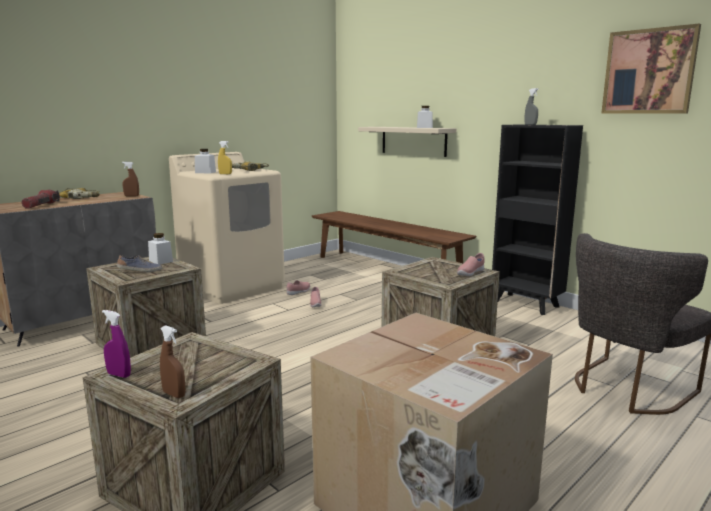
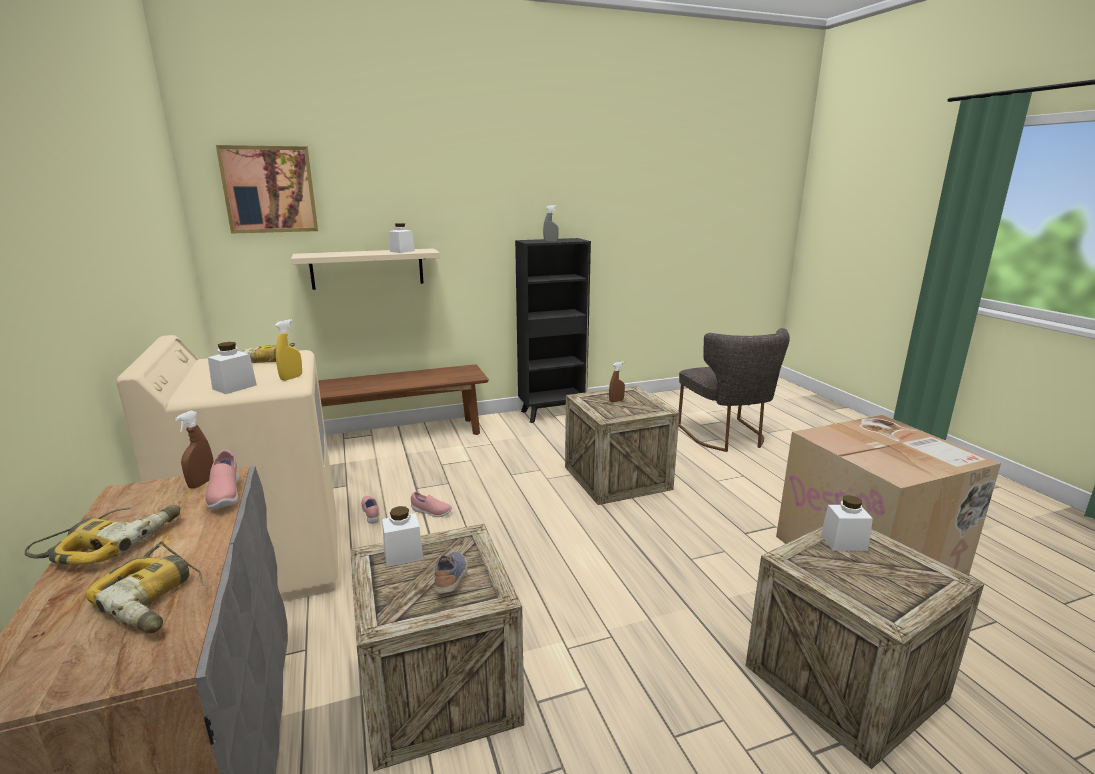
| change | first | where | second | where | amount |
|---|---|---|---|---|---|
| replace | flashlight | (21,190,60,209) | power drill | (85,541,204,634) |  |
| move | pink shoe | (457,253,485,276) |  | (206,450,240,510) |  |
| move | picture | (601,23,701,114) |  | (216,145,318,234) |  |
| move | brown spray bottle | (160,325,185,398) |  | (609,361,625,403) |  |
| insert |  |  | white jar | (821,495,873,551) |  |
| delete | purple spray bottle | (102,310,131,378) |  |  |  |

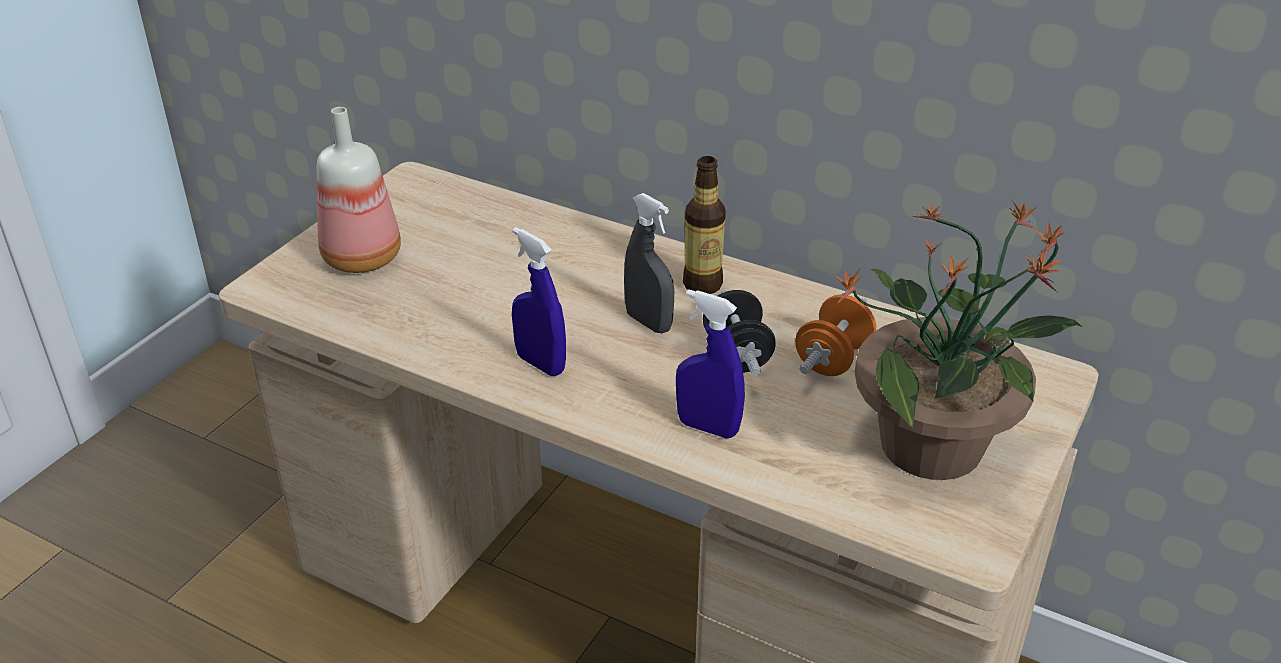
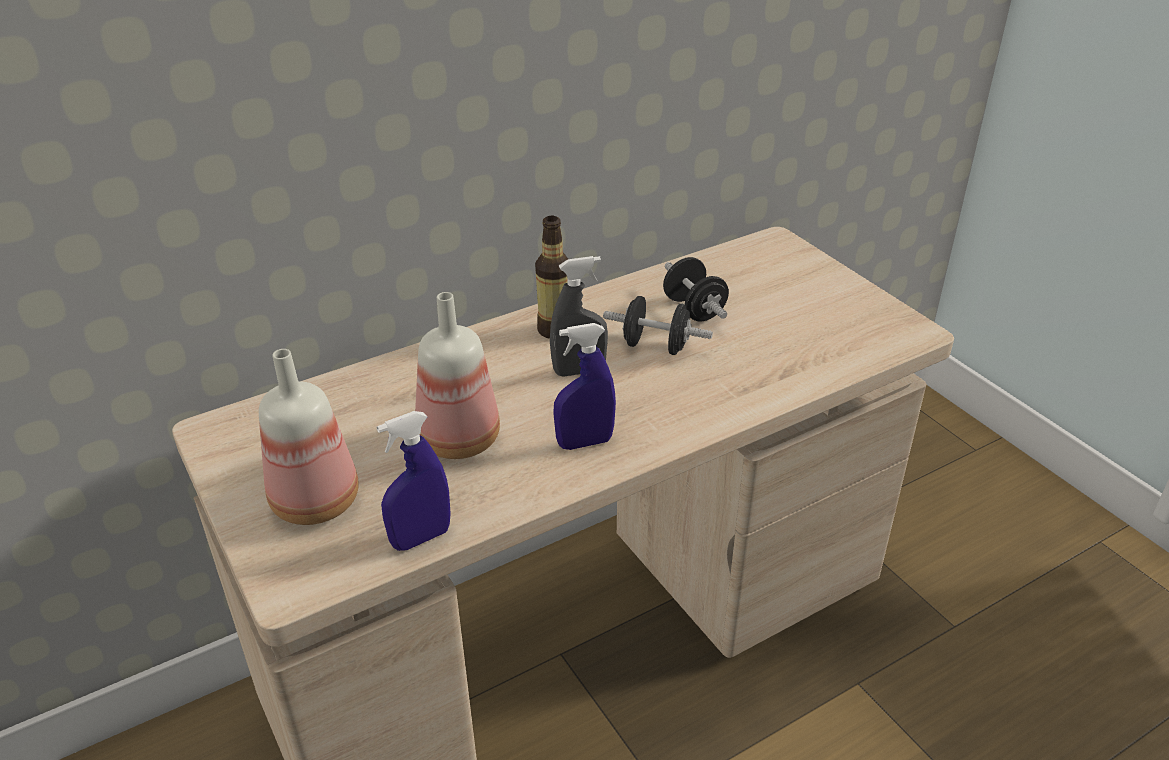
| change | first | where | second | where | amount |
|---|---|---|---|---|---|
| move | blue spray bottle | (676,289,745,438) |  | (377,411,451,551) |  |
| insert |  |  | bottle | (415,292,500,459) |  |
| recolor | orange dumbbell | (795,294,876,376) | black dumbbell | (663,257,729,321) |  |
| delete | potted plant | (835,201,1082,480) |  |  |  |

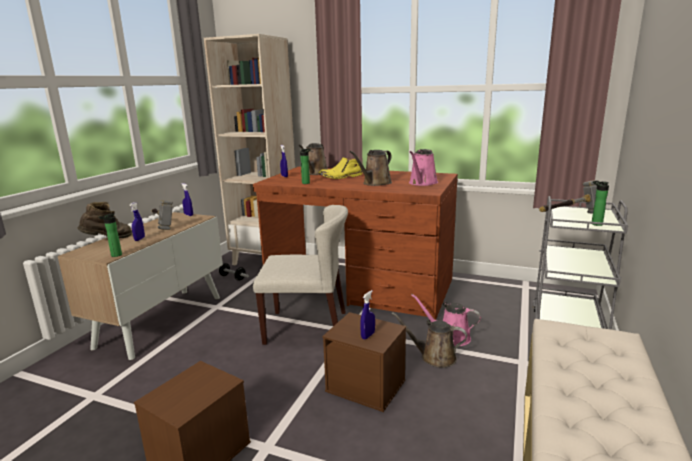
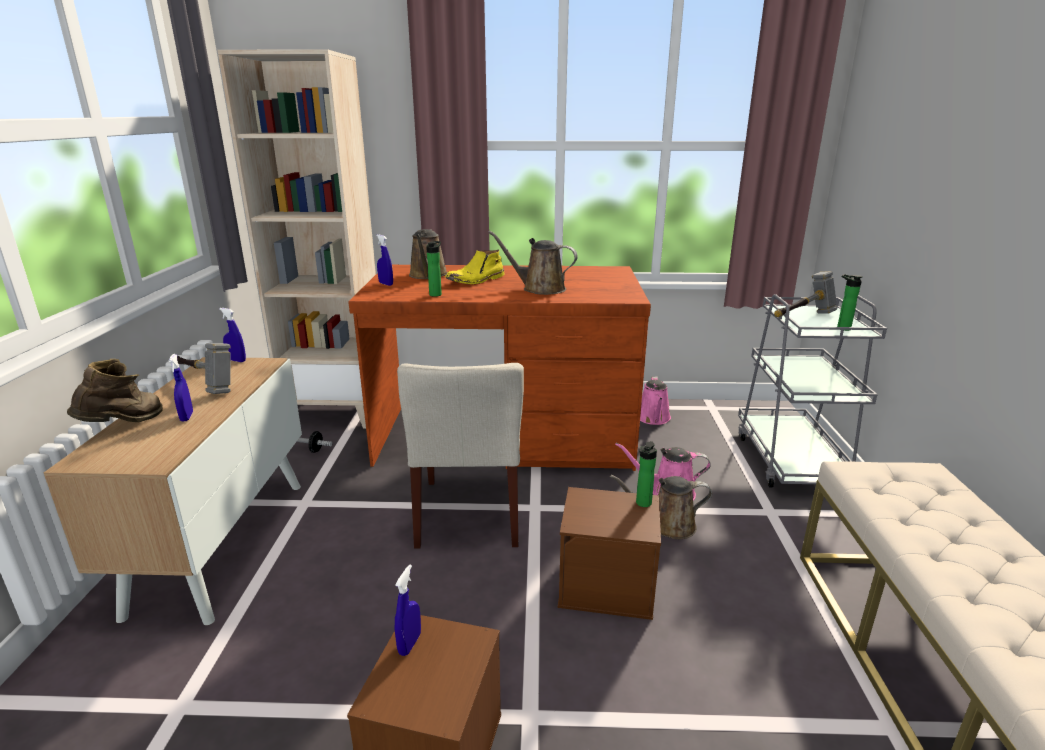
| change | first | where | second | where | amount |
|---|---|---|---|---|---|
| move | blue spray bottle | (360,290,375,340) |  | (395,564,421,656) |  |
| rotate | beige chair | (253,205,348,345) |  | (397,363,524,548) | 105 degrees clockwise |
| rotate | brown watering can | (350,150,392,186) |  | (488,231,578,295) | 90 degrees clockwise |
| move | bottle | (99,213,122,257) |  | (636,441,657,507) |  |
| move | pink watering can | (409,149,438,186) |  | (640,377,671,425) |  |

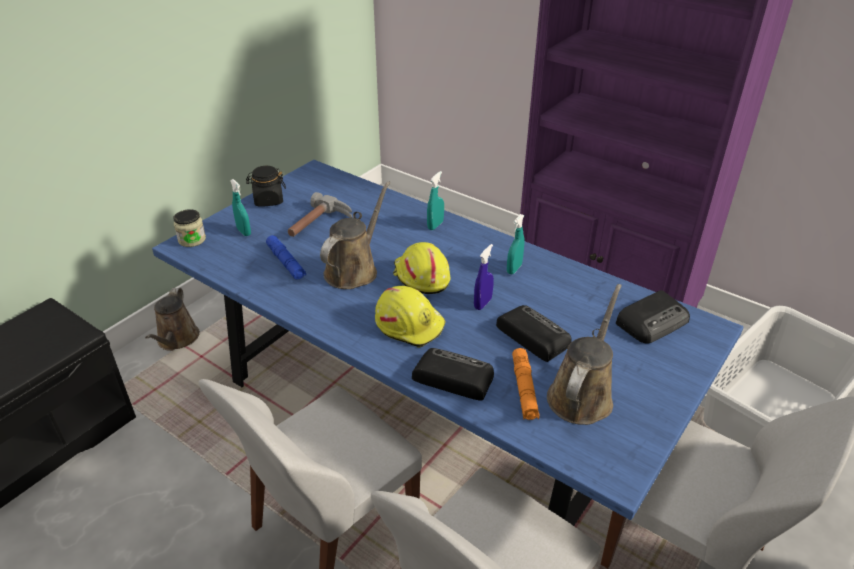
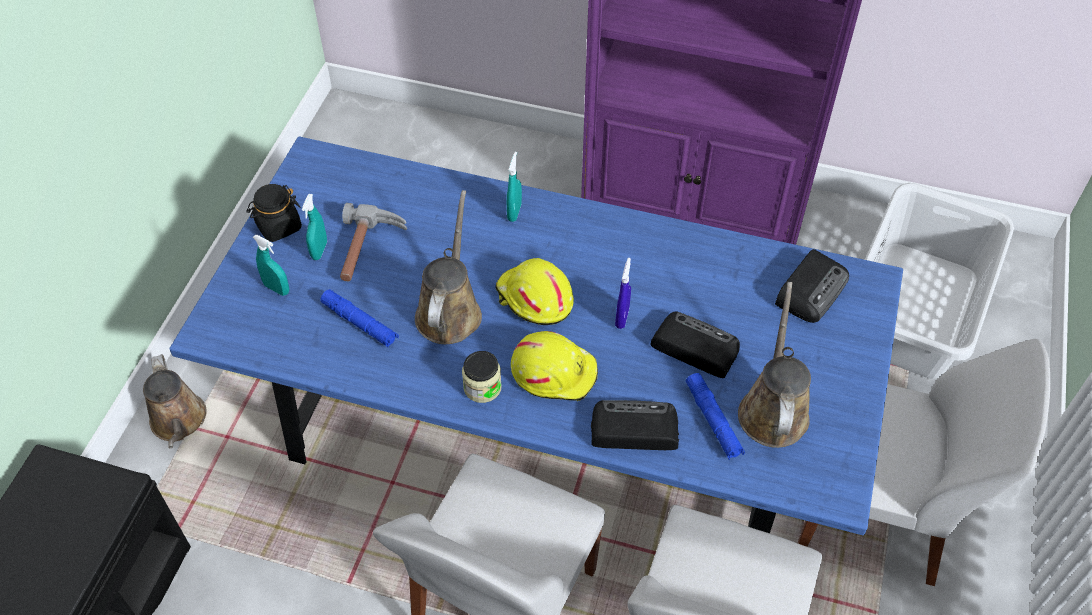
| change | first | where | second | where | amount |
|---|---|---|---|---|---|
| move | turquoise spray bottle | (507,214,524,274) |  | (302,194,327,260) |  |
| move | jar | (173,209,206,247) |  | (462,351,502,403) |  |
| recolor | orange flashlight | (512,348,540,420) | blue flashlight | (686,373,745,460) |  |

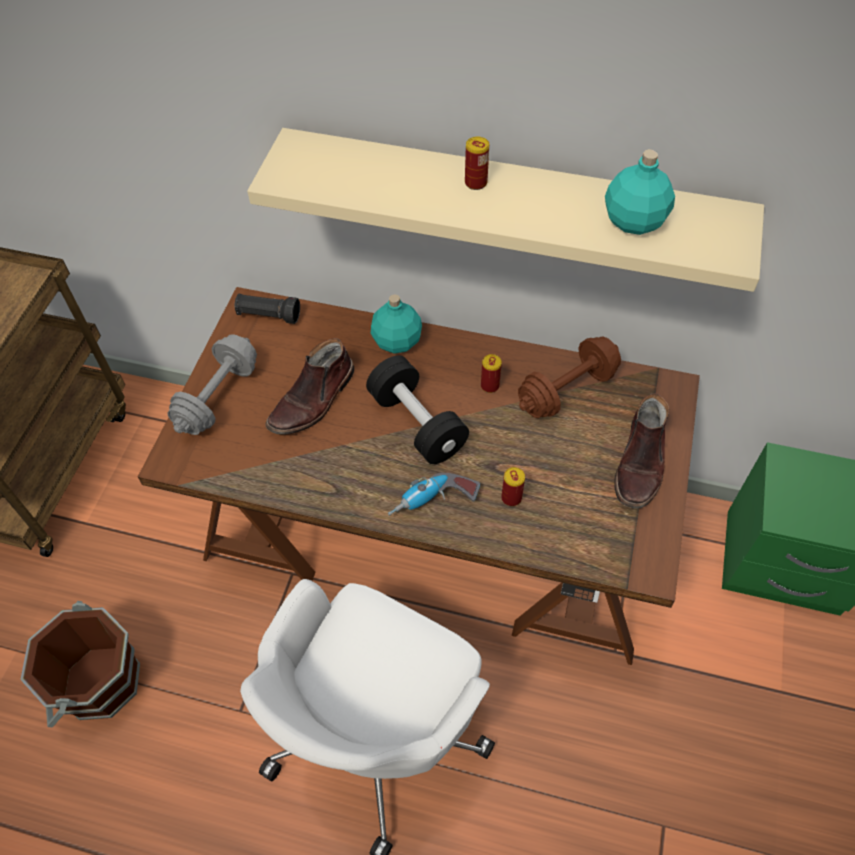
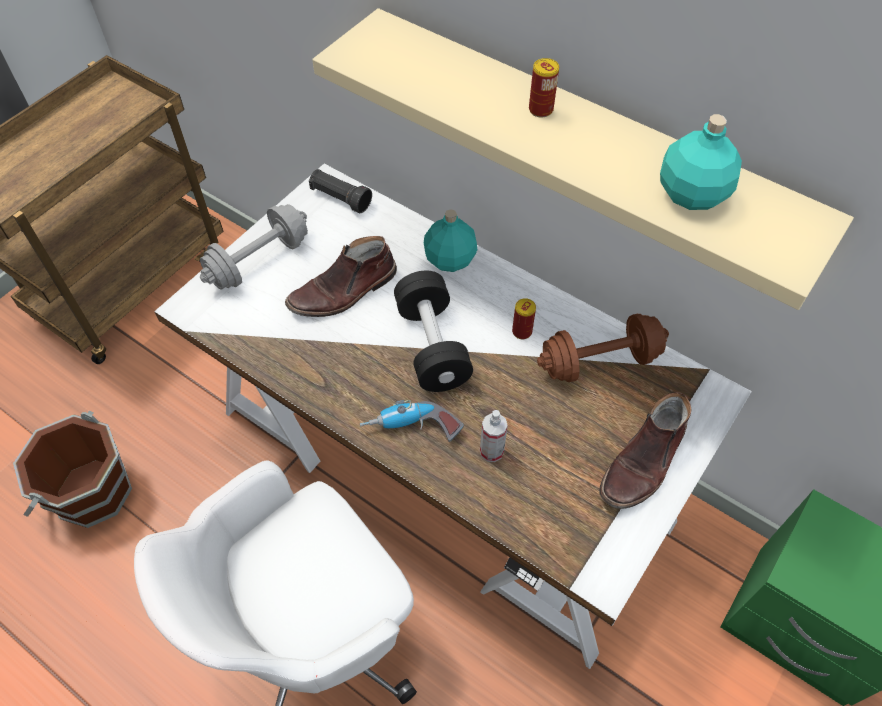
| change | first | where | second | where | amount |
|---|---|---|---|---|---|
| recolor | brown desk | (138,287,700,665) | white desk | (154,164,752,669) |  |
| replace | can | (501,467,525,506) | spray bottle | (480,410,508,462) |  |

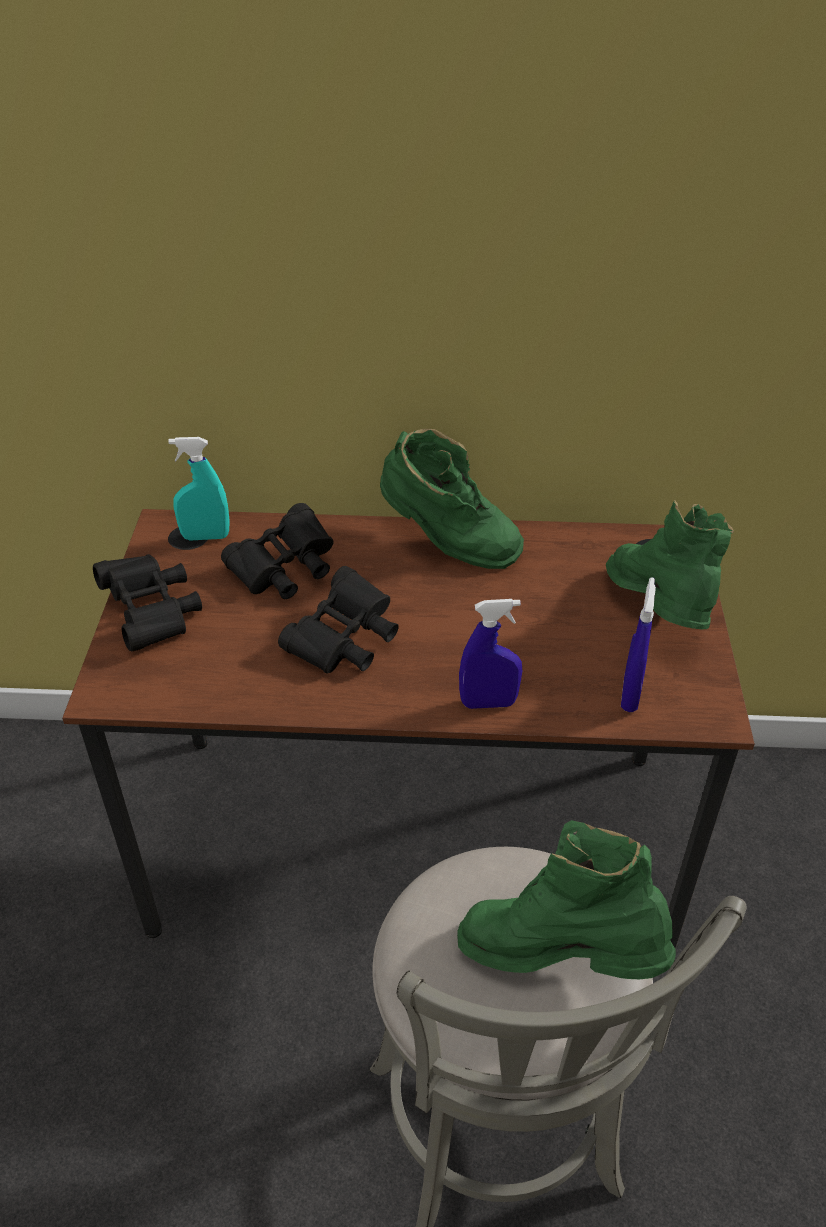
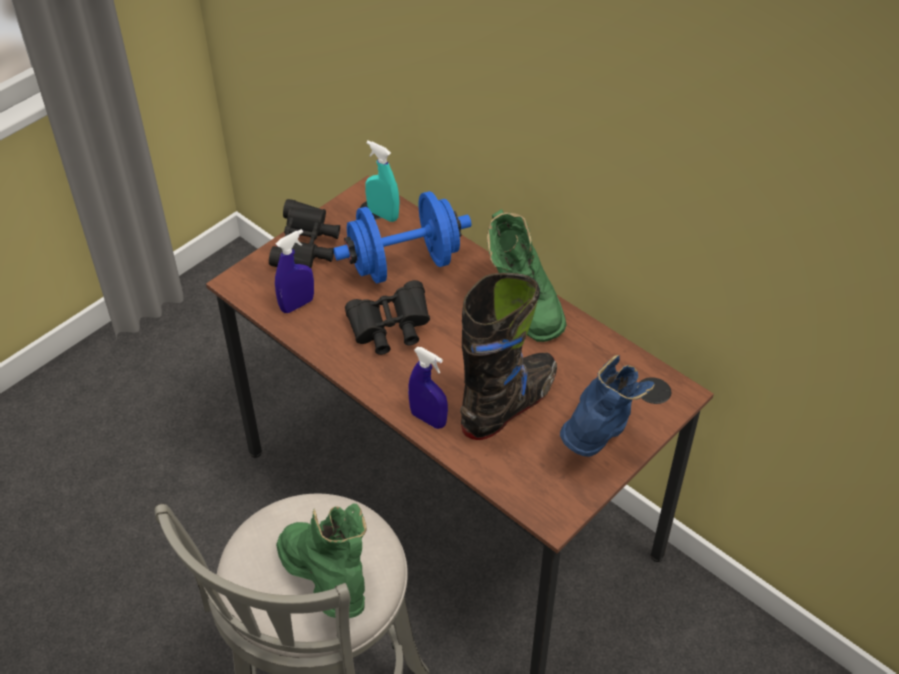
| change | first | where | second | where | amount |
|---|---|---|---|---|---|
| move | blue spray bottle | (621,577,656,712) |  | (275,229,314,313) |  |
| replace | black binoculars | (221,503,333,599) | blue dumbbell | (333,191,471,283) |  |
| insert |  |  | black boot | (460,273,557,440) |  |
| recolor | green boot | (606,501,734,629) | blue boot | (560,355,655,457) |  |

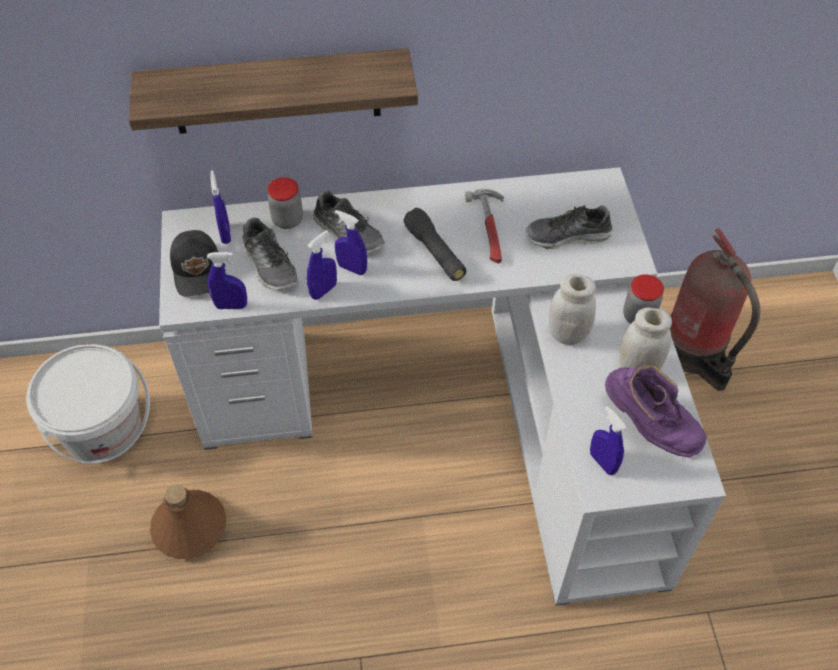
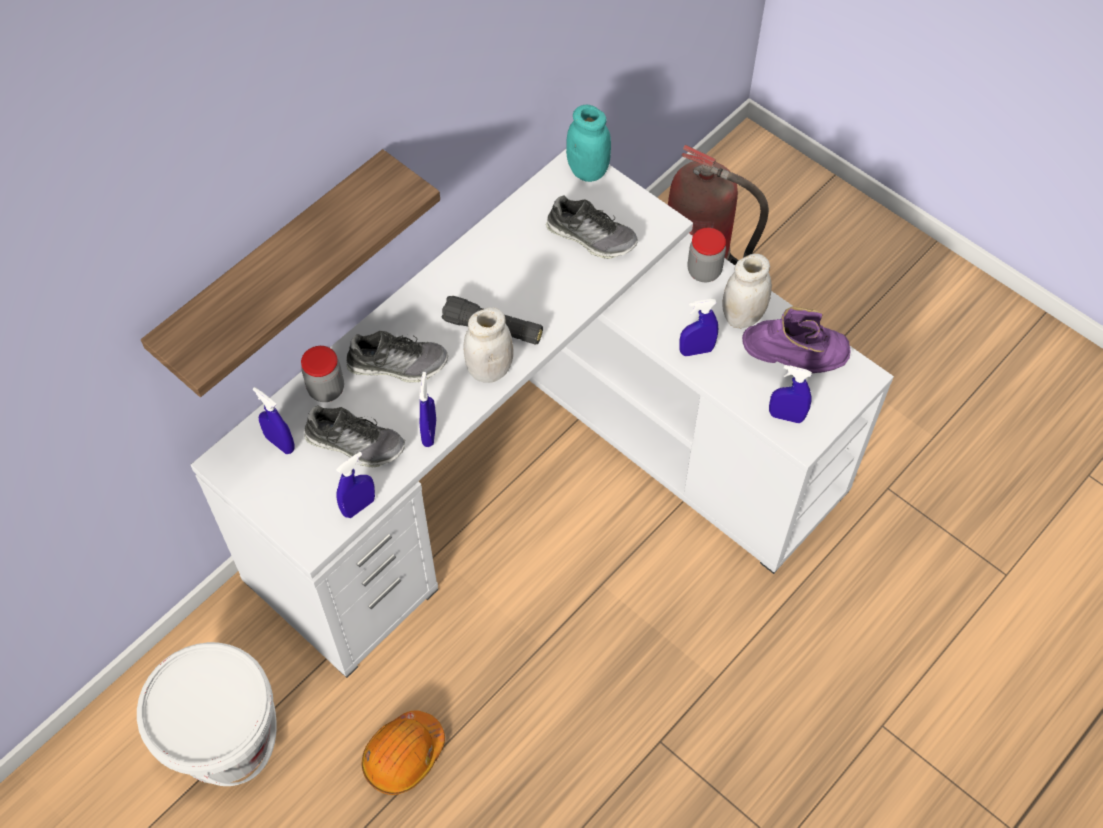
| change | first | where | second | where | amount |
|---|---|---|---|---|---|
| replace | brown bottle | (150,484,226,559) | orange hard hat | (362,711,445,795) |  |
| move | white jar | (549,274,596,345) |  | (464,307,513,383) |  |
| rotate | shoe | (526,205,613,249) |  | (546,195,638,259) | 105 degrees counterclockwise |
| insert |  |  | turquoise jar | (566,105,611,182) |  |
| move | blue spray bottle | (335,210,367,275) |  | (679,299,718,356) |  |
| delete | black cap | (170,230,218,297) |  |  |  |
| delete | hammer | (465,189,504,263) |  |  |  |

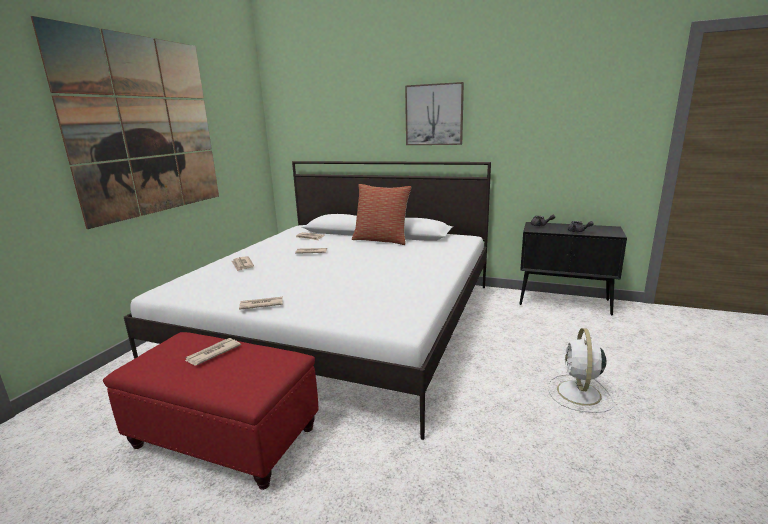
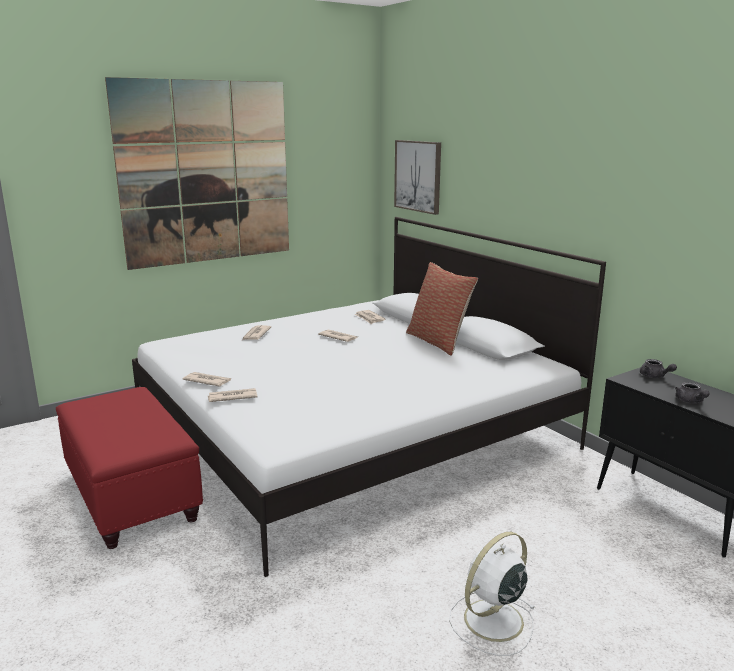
| change | first | where | second | where | amount |
|---|---|---|---|---|---|
| move | newspaper | (185,338,241,366) |  | (208,388,257,402) |  |
| move | picture | (405,82,464,145) |  | (394,140,441,215) |  |

